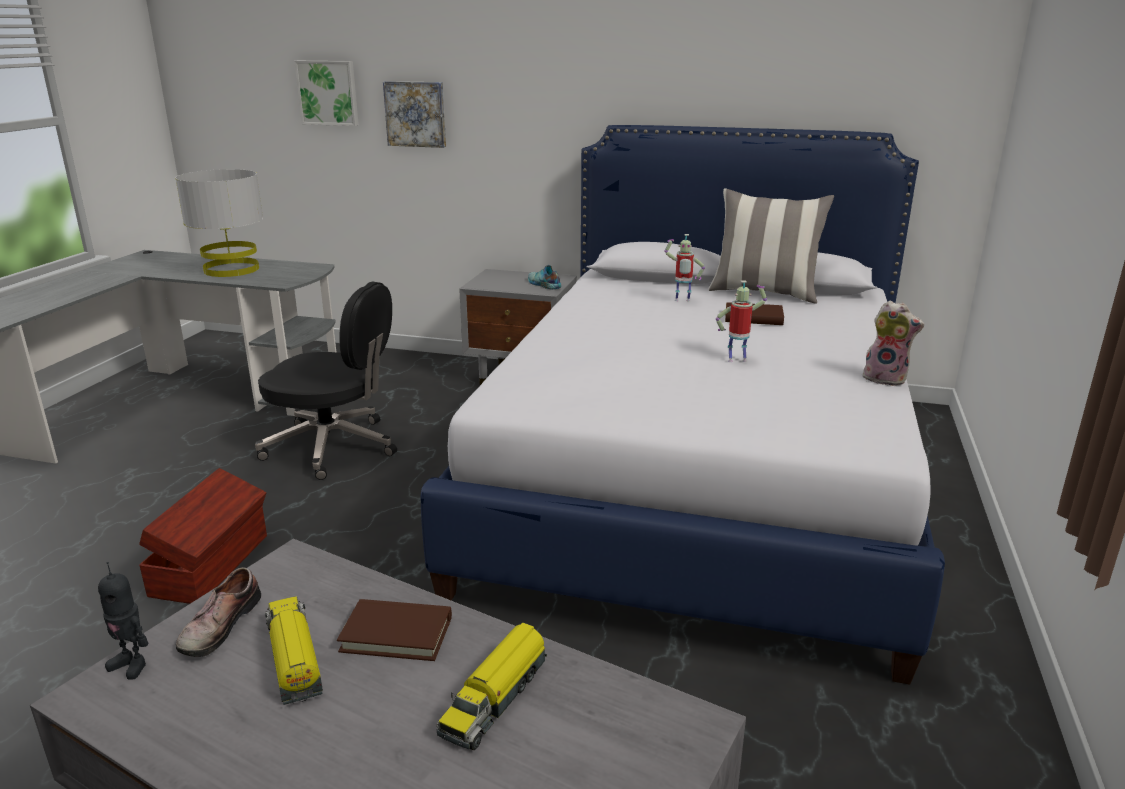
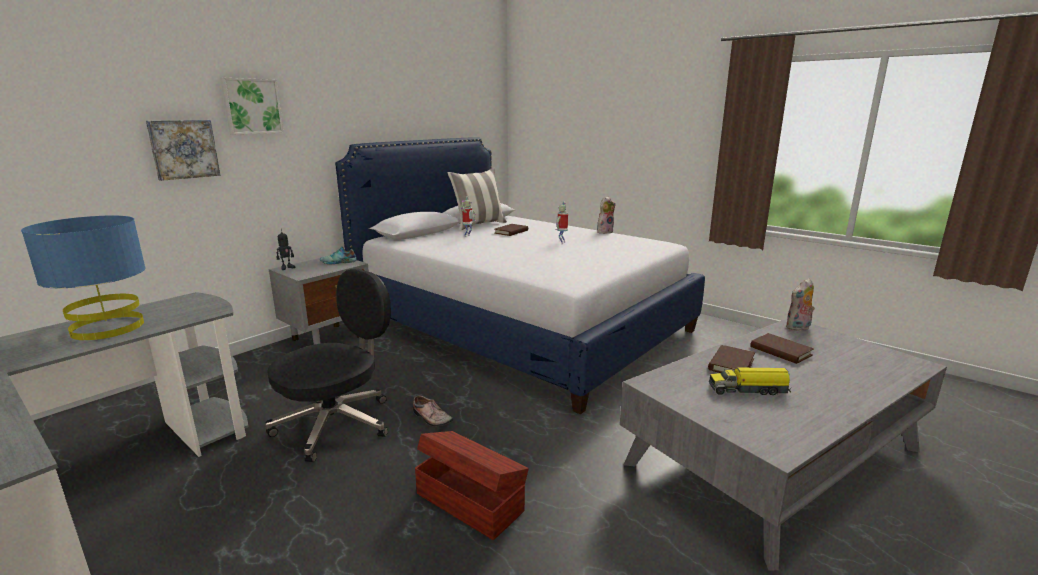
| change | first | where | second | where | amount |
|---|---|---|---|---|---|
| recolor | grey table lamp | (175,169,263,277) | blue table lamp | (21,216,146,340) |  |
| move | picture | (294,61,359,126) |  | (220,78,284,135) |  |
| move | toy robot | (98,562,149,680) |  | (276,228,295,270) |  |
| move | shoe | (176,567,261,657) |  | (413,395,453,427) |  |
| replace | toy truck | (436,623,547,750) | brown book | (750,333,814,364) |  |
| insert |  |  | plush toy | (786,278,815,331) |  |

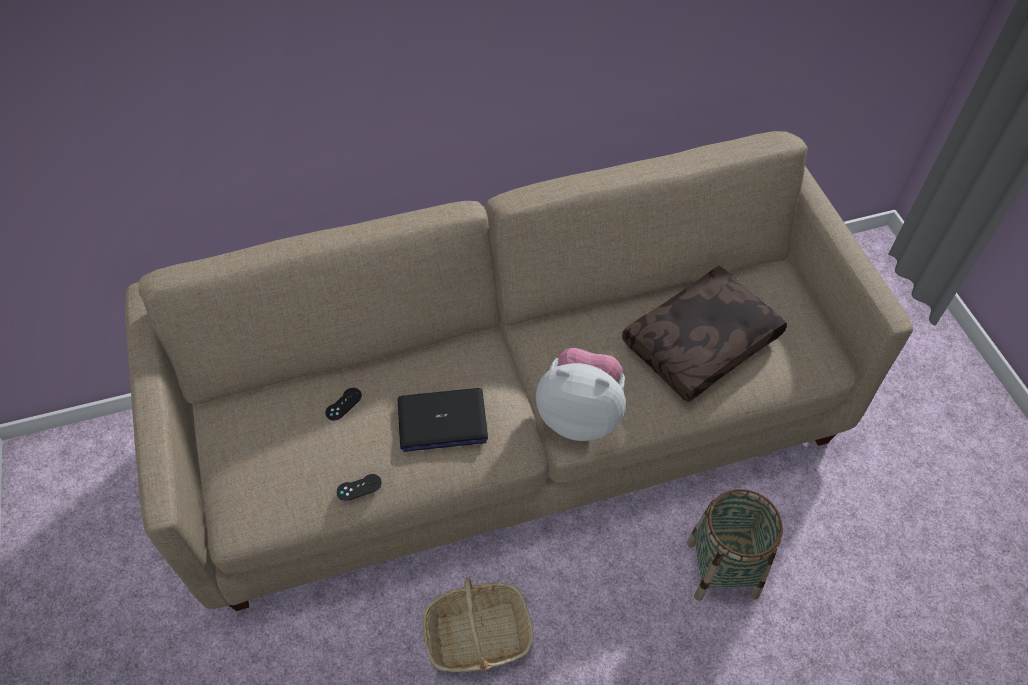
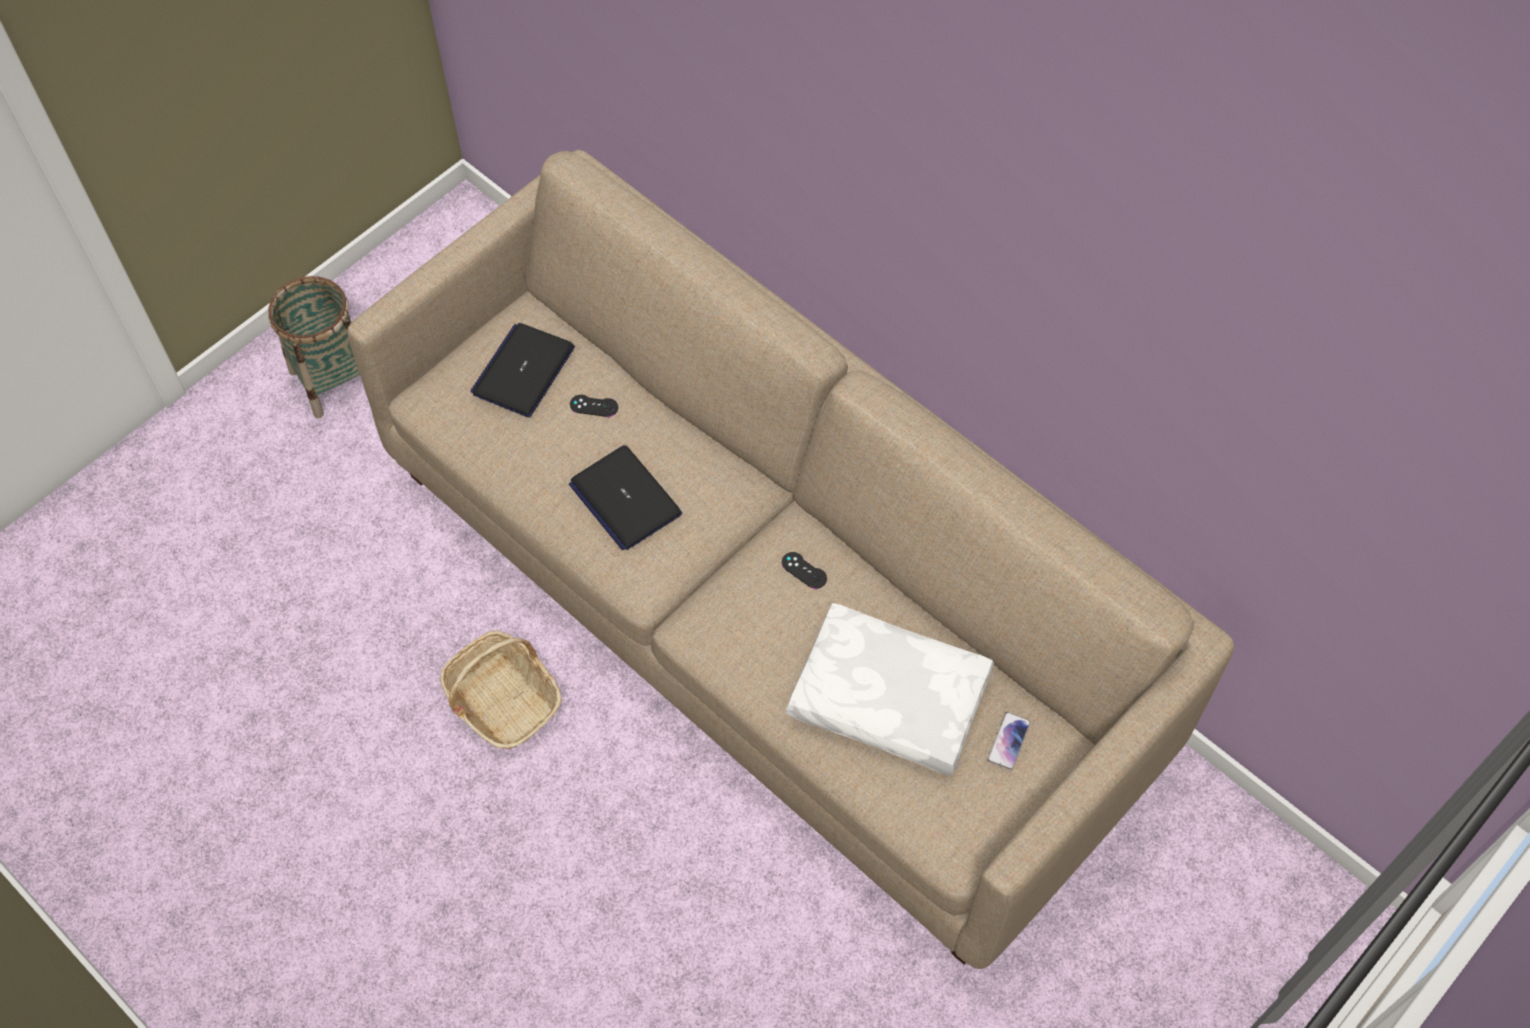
| change | first | where | second | where | amount |
|---|---|---|---|---|---|
| move | basket | (687,489,783,601) |  | (268,276,360,418) |  |
| insert |  |  | laptop | (470,323,575,417) |  |
| move | black game controller | (337,474,382,501) |  | (782,552,827,589) |  |
| recolor | brown pillow | (622,266,787,403) | white pillow | (786,603,994,776) |  |
| insert |  |  | phone | (987,712,1031,770) |  |
| delete | plush toy | (536,348,626,441) |  |  |  |

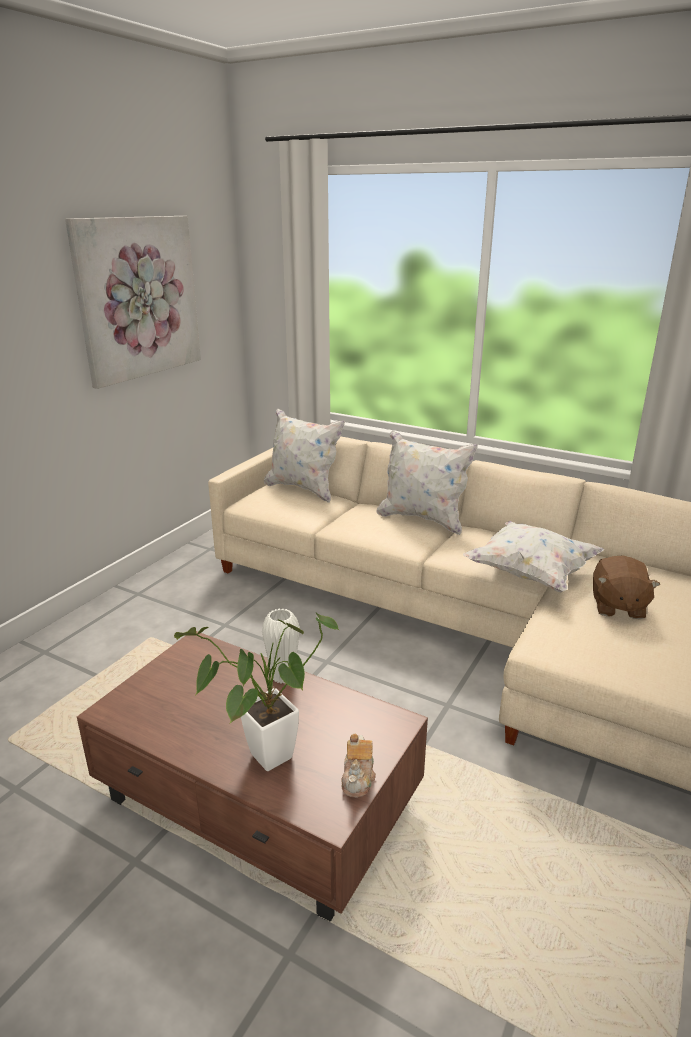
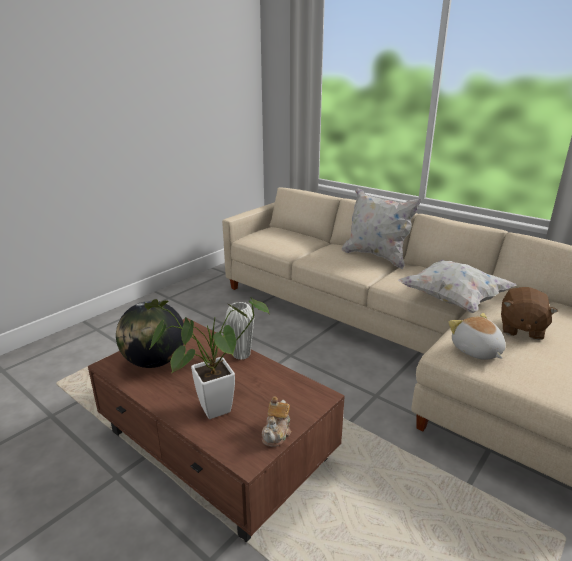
| change | first | where | second | where | amount |
|---|---|---|---|---|---|
| insert |  |  | globe | (116,301,184,368) |  |
| insert |  |  | plush toy | (448,313,506,360) |  |
| delete | picture | (65,216,201,389) |  |  |  |
| delete | white pillow | (264,408,345,503) |  |  |  |

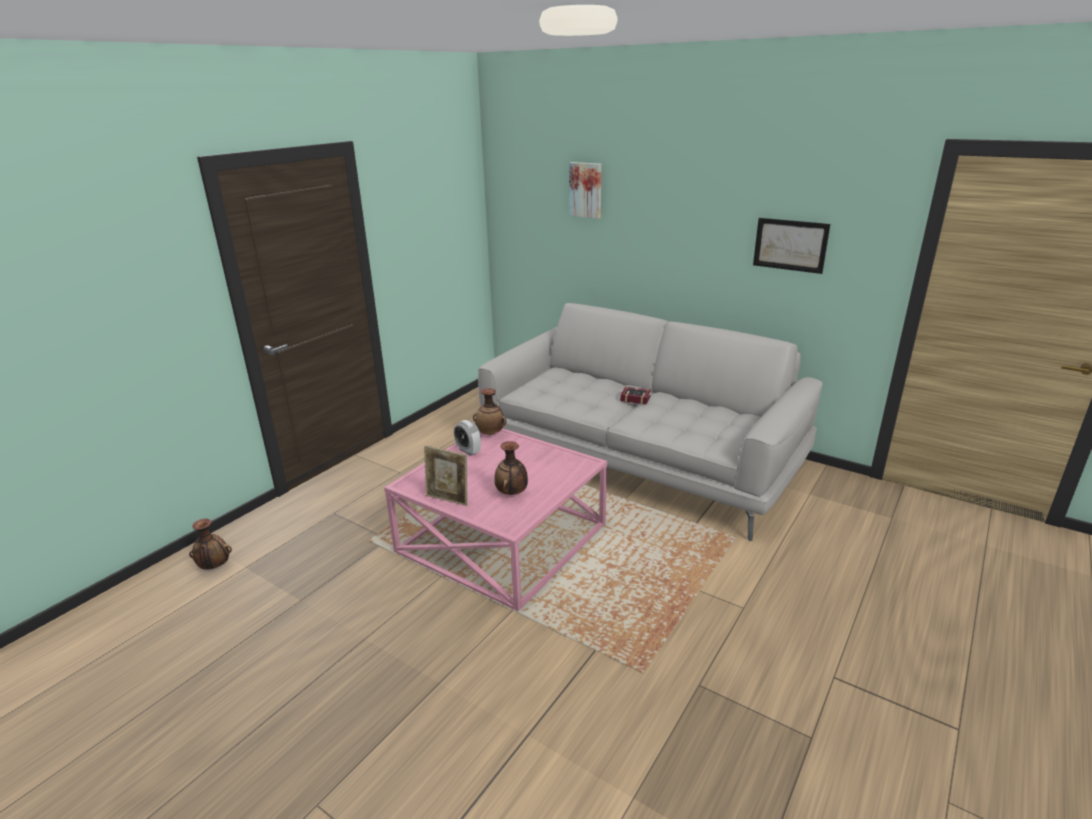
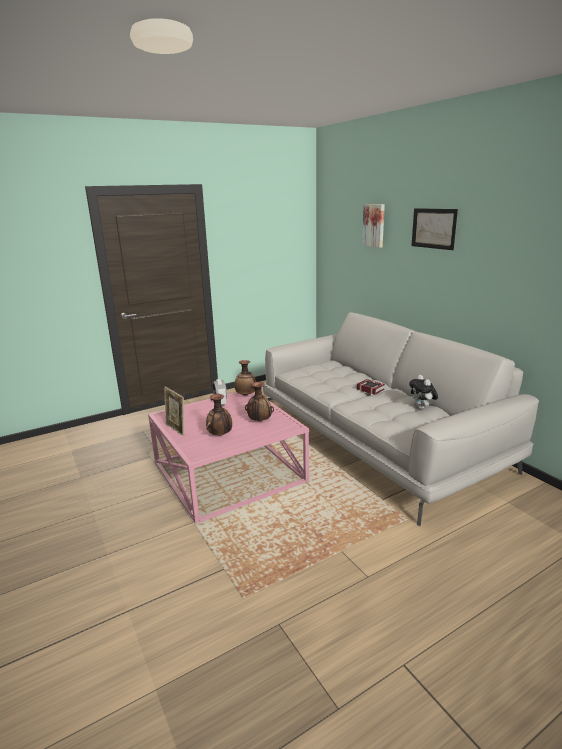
| change | first | where | second | where | amount |
|---|---|---|---|---|---|
| move | vase | (189,519,232,570) |  | (245,382,274,421) |  |
| insert |  |  | plush toy | (409,375,438,409) |  |
| move | picture | (753,218,830,274) |  | (412,208,458,250) |  |

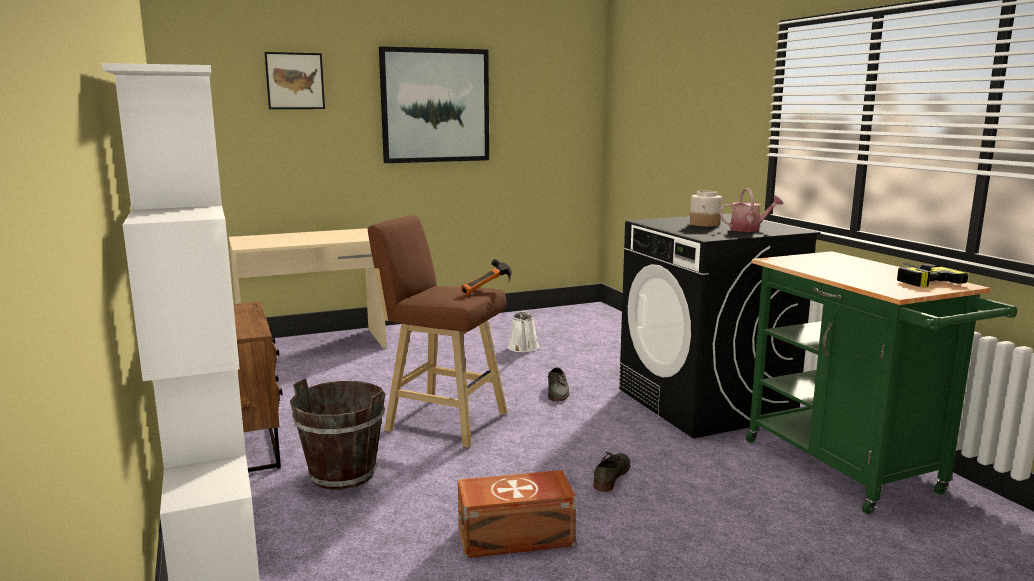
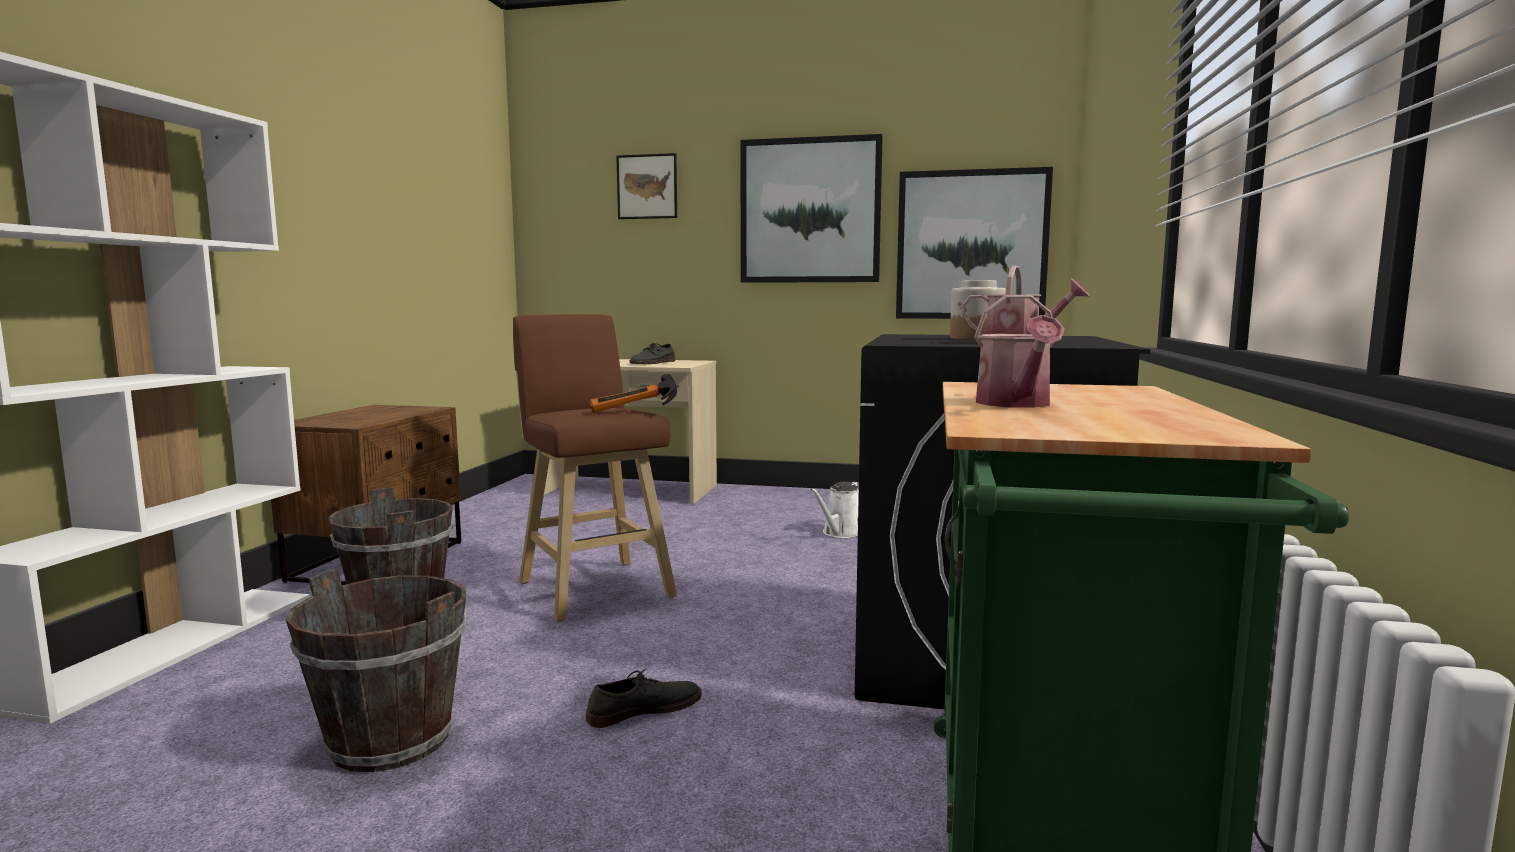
| change | first | where | second | where | amount |
|---|---|---|---|---|---|
| replace | brown storage box | (458,470,576,558) | brown bucket | (286,569,466,772) |  |
| move | grey shoe | (548,367,569,401) |  | (629,343,676,364) |  |
| insert |  |  | picture | (896,167,1053,319) |  |
| insert |  |  | watering can | (974,295,1065,408) |  |
| delete | power drill | (897,263,968,287) |  |  |  |

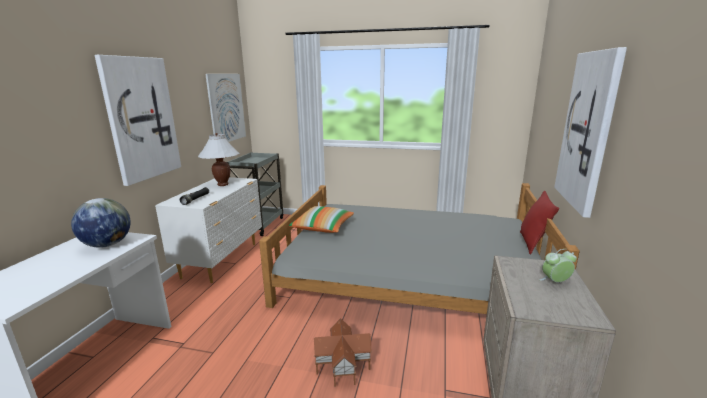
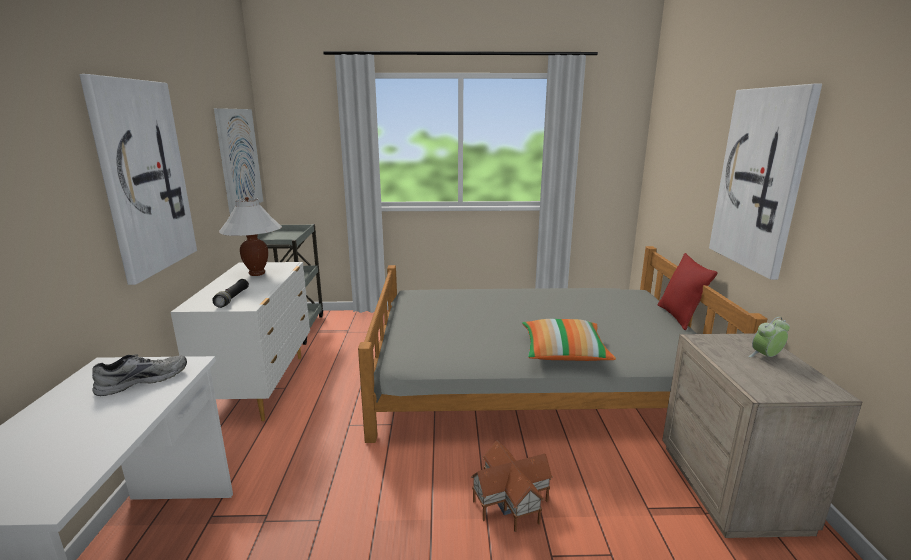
| change | first | where | second | where | amount |
|---|---|---|---|---|---|
| replace | globe | (71,198,131,248) | grey shoe | (92,354,187,396) |  |
| move | pillow | (289,206,354,233) |  | (522,319,616,361) |  |

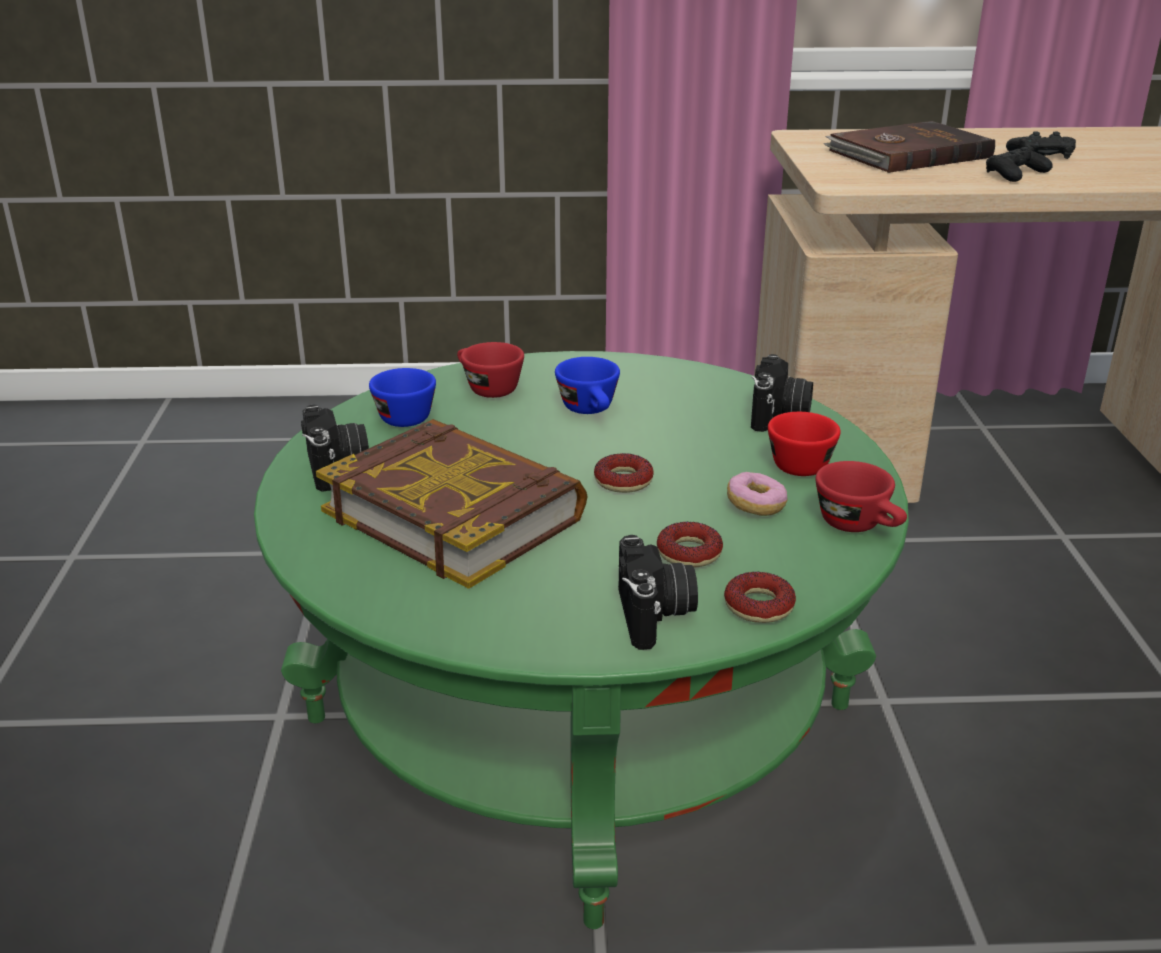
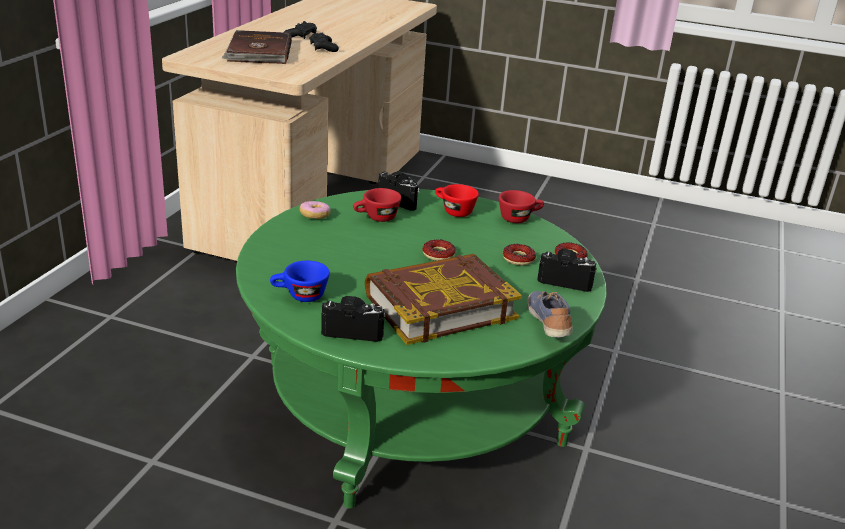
| change | first | where | second | where | amount |
|---|---|---|---|---|---|
| move | donut | (727,472,788,516) |  | (300,201,331,219) |  |
| move | red cup | (457,342,524,398) |  | (353,188,401,222) |  |
| insert |  |  | shoe | (527,291,573,337) |  |
| delete | blue cup | (555,357,620,414) |  |  |  |

